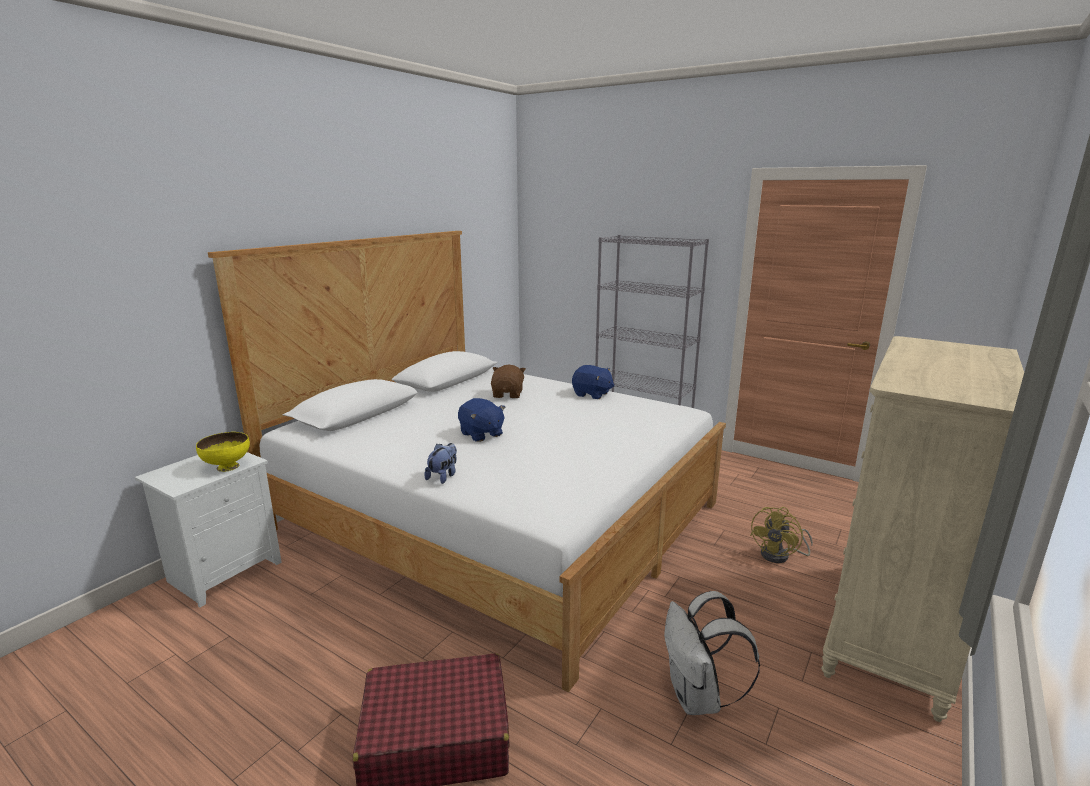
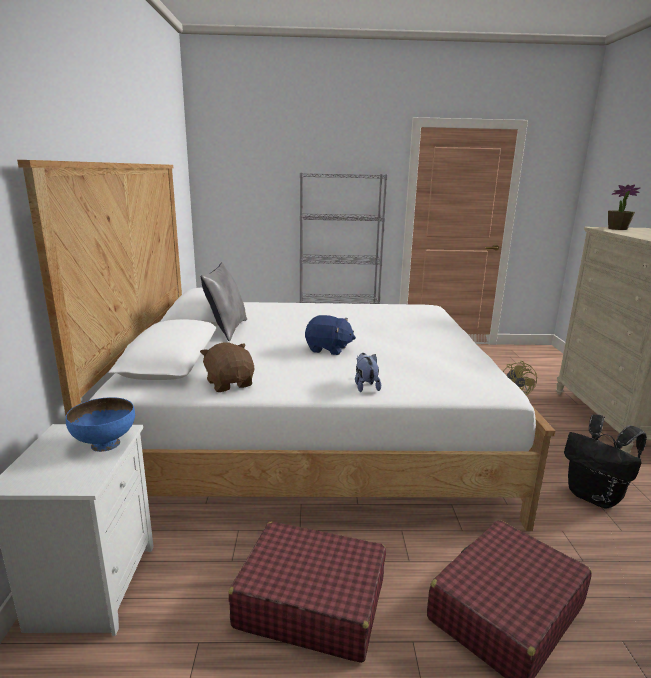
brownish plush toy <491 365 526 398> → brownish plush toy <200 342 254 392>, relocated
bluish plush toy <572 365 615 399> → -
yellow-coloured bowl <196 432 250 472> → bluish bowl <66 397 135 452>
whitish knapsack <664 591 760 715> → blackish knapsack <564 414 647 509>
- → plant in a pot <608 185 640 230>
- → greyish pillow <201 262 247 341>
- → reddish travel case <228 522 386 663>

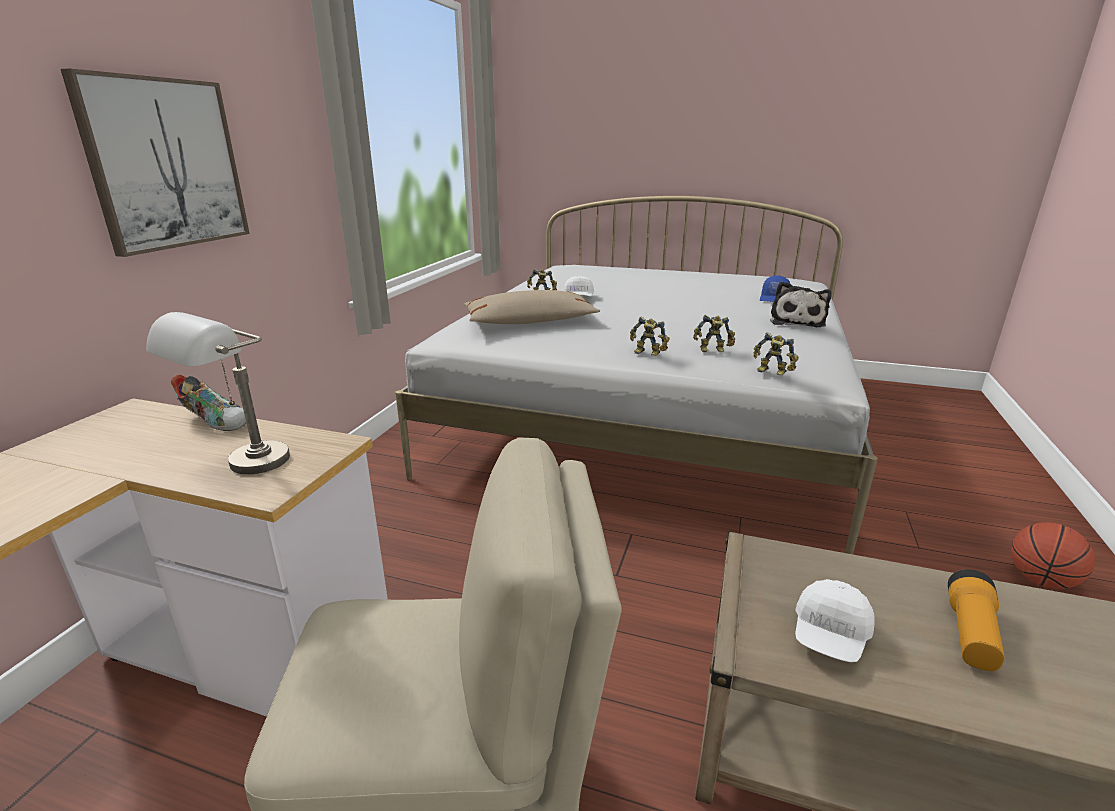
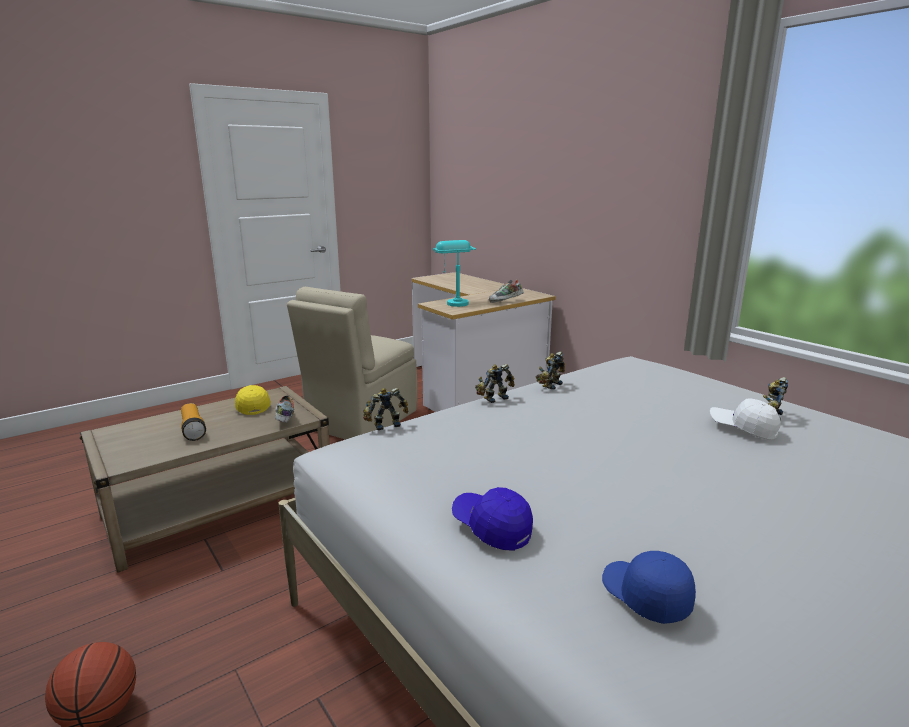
wall picture <61 68 250 257> → -
plush toy <770 281 831 327> → bluish baseball cap <452 487 533 551>
beige pillow <464 290 600 324> → -
greyish tabletop lamp <146 312 290 474> → turquoise tabletop lamp <433 240 476 307>
robot figure <693 315 735 352> → robot figure <536 352 565 390>, relocated
whitish baseball cap <795 579 874 662> → yellow-coloured baseball cap <235 385 271 415>
- → shoe <275 395 294 423>

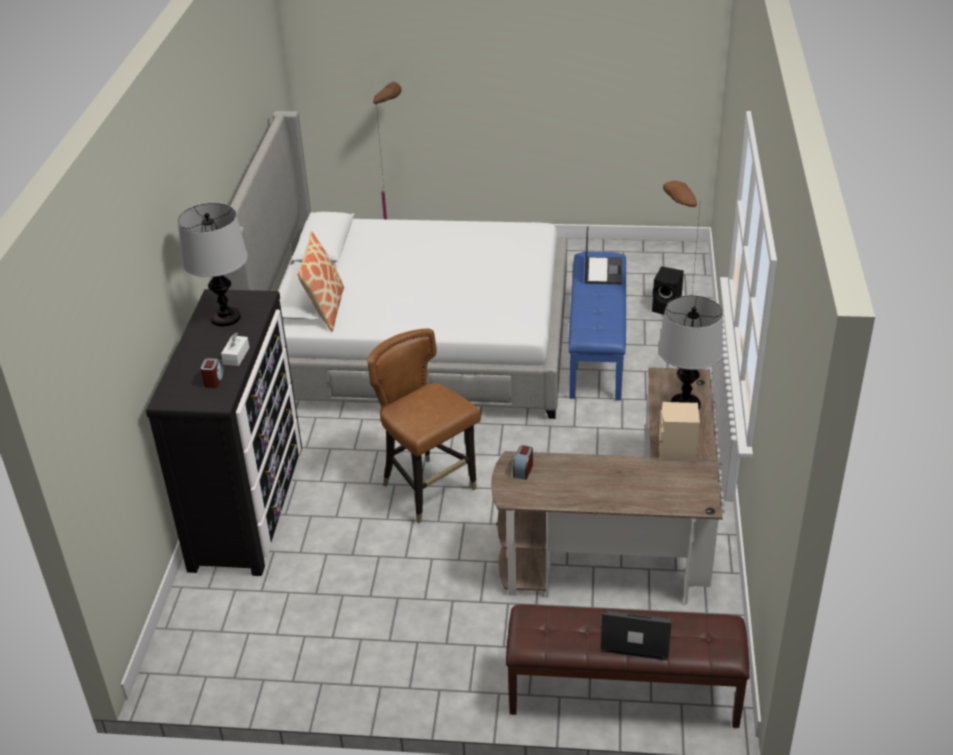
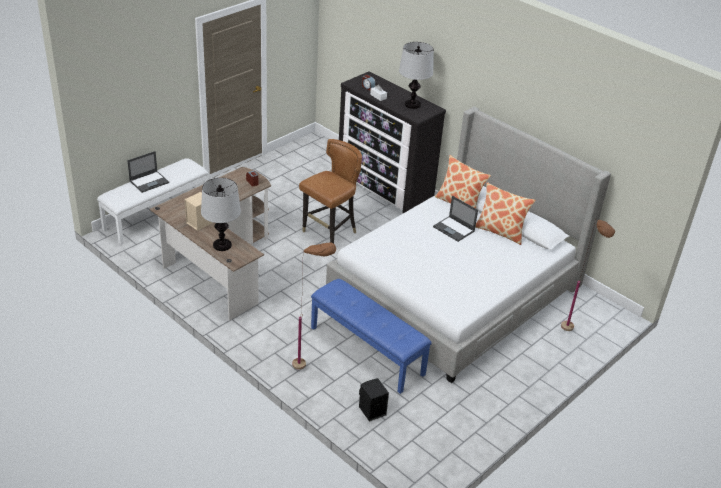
portable computer <585 226 622 284> → portable computer <433 196 478 242>, relocated
brownish chair <368 329 481 523> → brownish chair <299 139 362 243>, 45 degrees counterclockwise
brownish long seat <506 605 750 728> → whitish long seat <97 158 209 245>
- → pillow <475 182 536 245>

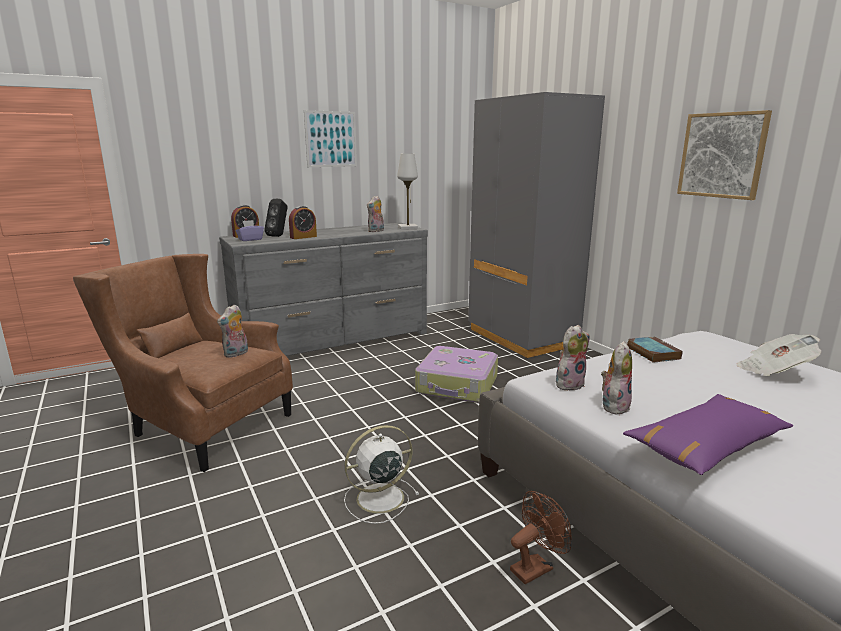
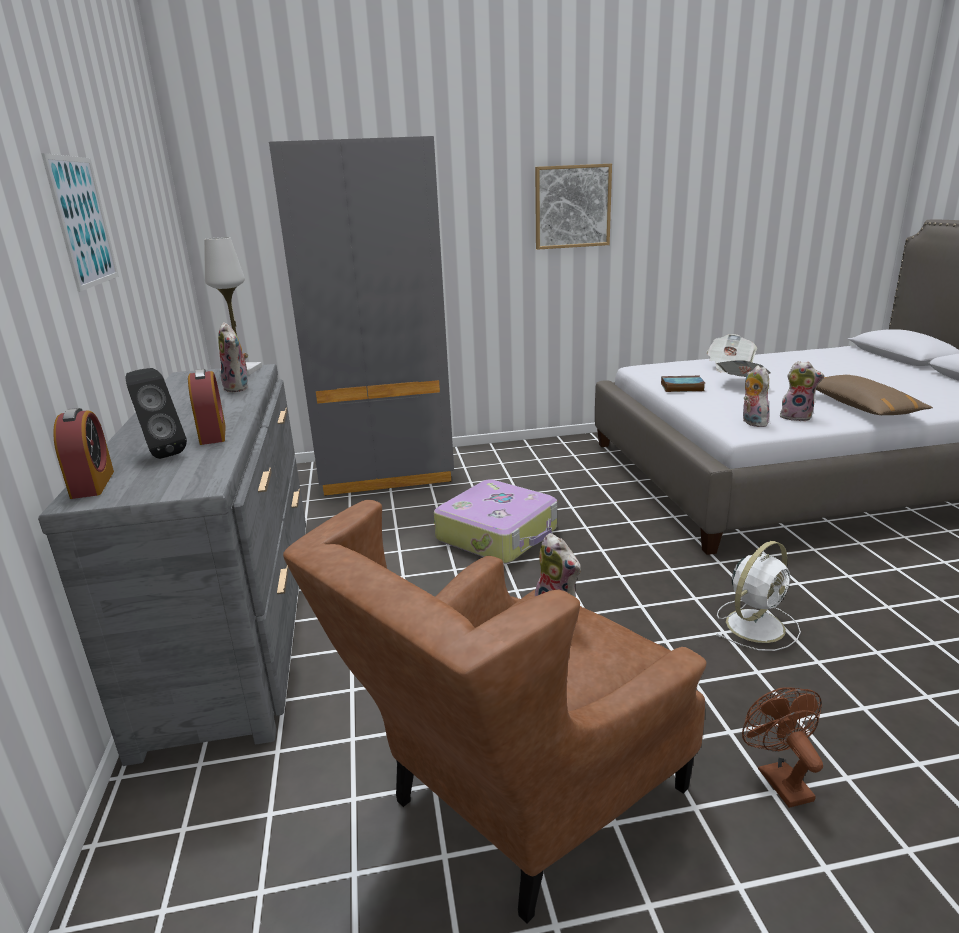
purplish tissue holder <236 220 264 241> → -
plush toy <601 341 632 414> → plush toy <780 361 824 421>, 150 degrees clockwise
purplish pillow <623 394 793 475> → brownish pillow <816 375 933 415>
whitish fan <344 425 419 524> → whitish fan <716 541 801 651>, 120 degrees counterclockwise
brownish fan <510 491 572 585> → brownish fan <742 687 823 808>, relocated
- → daily paper <717 360 771 377>

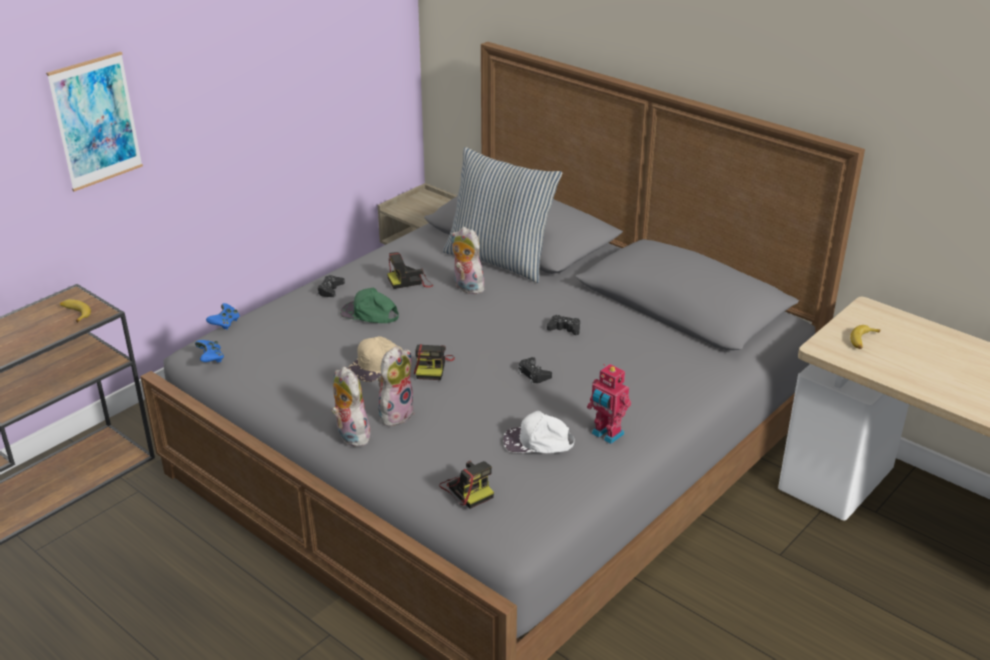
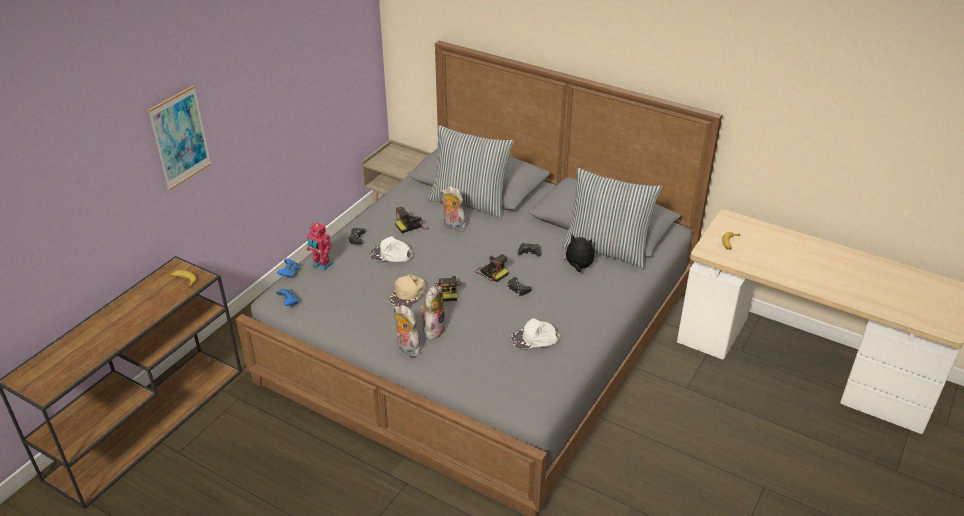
greenish baseball cap <340 287 399 323> → whitish baseball cap <370 236 413 262>
robot figure <587 364 631 444> → robot figure <306 222 333 271>, relocated
still camera <439 460 494 509> → still camera <475 254 509 282>, relocated
- → pillow <562 168 662 269>
- → plush toy <561 235 594 272>

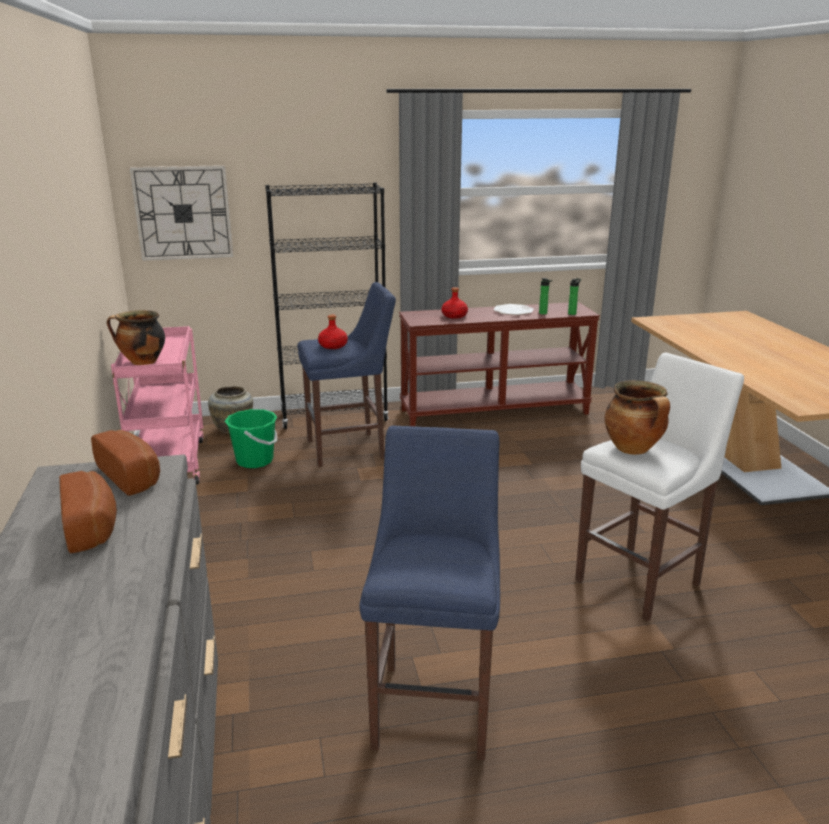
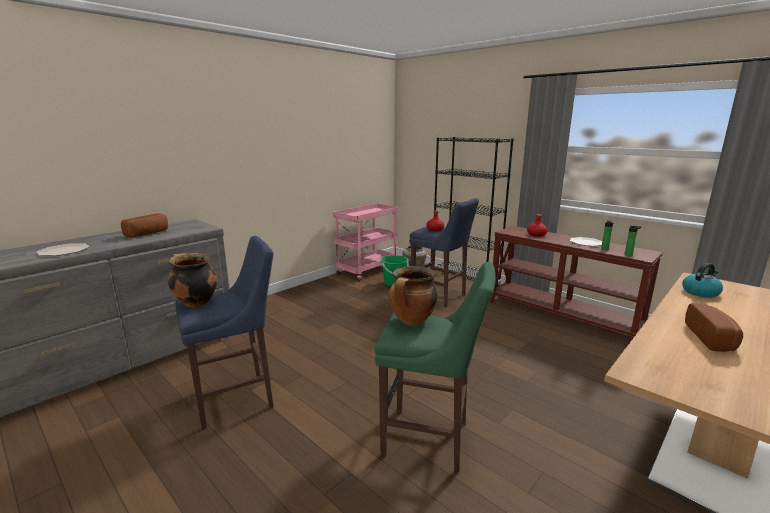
hanging clock <129 165 234 261> → -
cooking pot <107 310 165 365> → cooking pot <168 253 218 307>, relocated
whitish sitting stool <575 353 744 622> → greenish sitting stool <375 262 495 473>
bakery bread <91 430 160 496> → bakery bread <685 303 743 352>, relocated
- → flat dish <36 243 90 256>
- → water kettle <682 263 723 298>

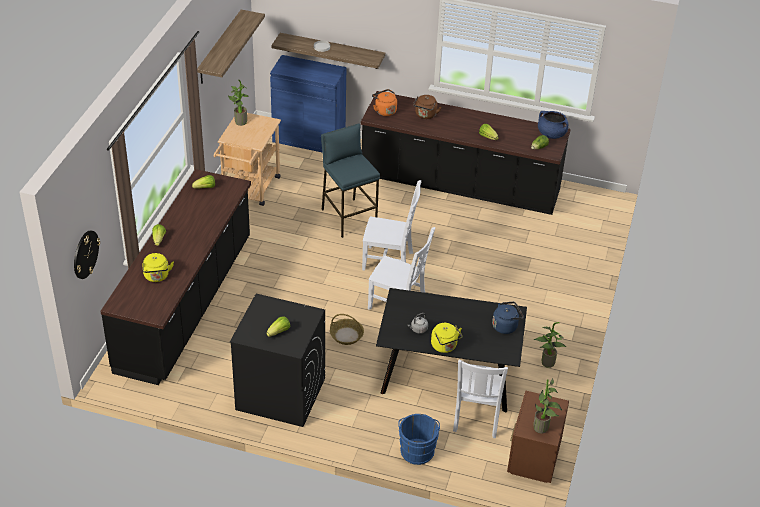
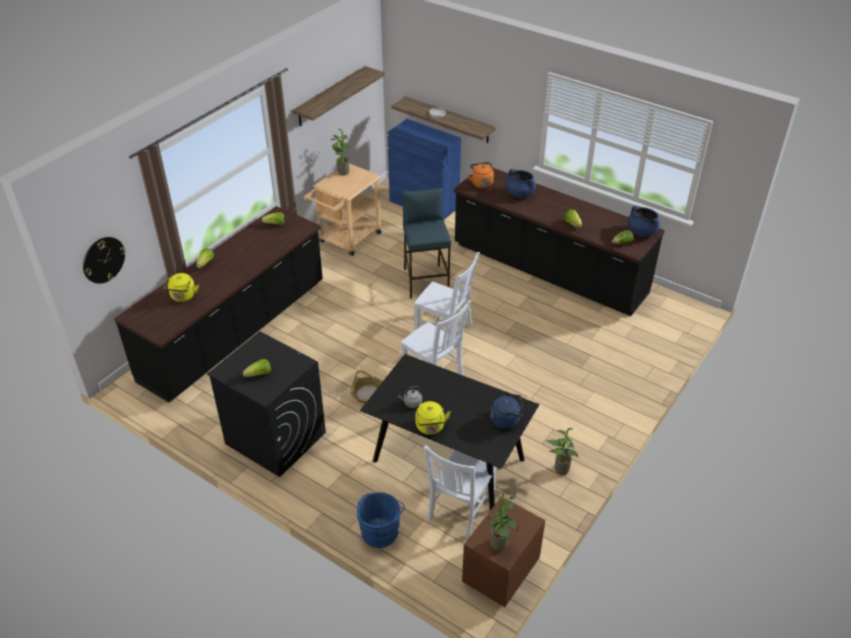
brownish water kettle <413 95 441 119> → bluish cooking pot <505 169 536 198>

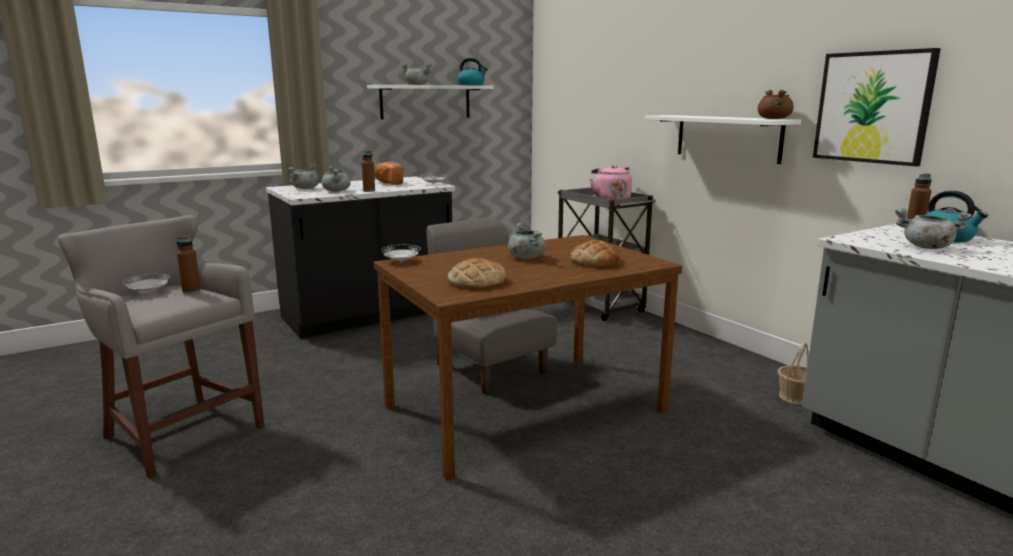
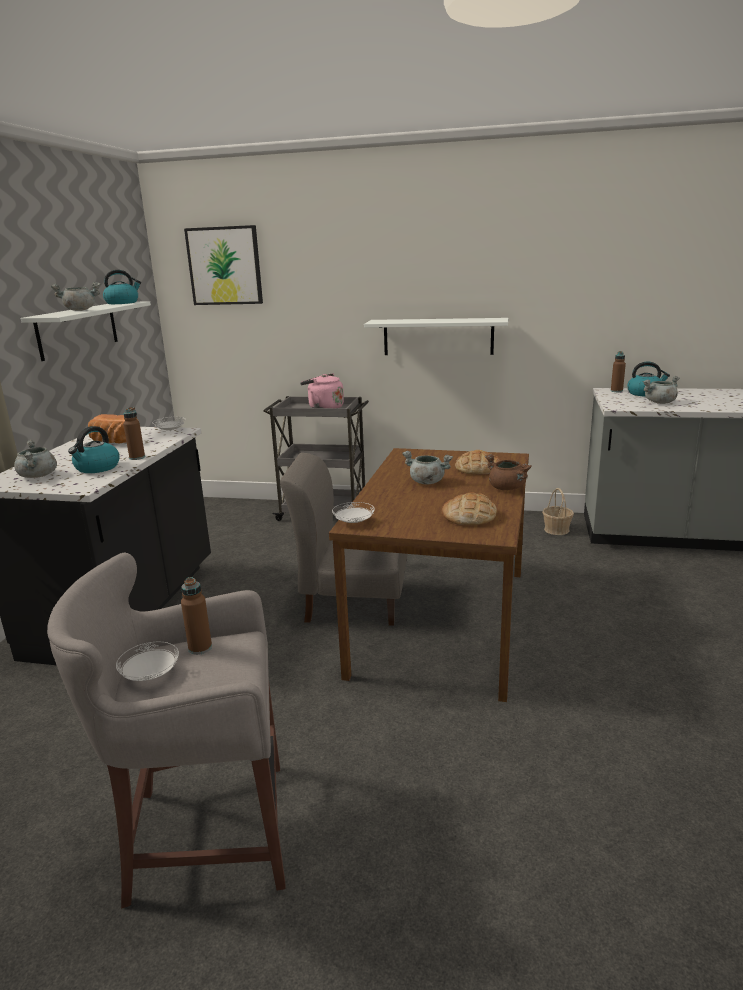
wall picture <813 48 941 166> → wall picture <184 225 263 305>, relocated
brownish cooking pot <757 90 794 119> → brownish cooking pot <485 454 532 490>, relocated
greyish cooking pot <322 166 351 191> → water kettle <68 426 120 473>

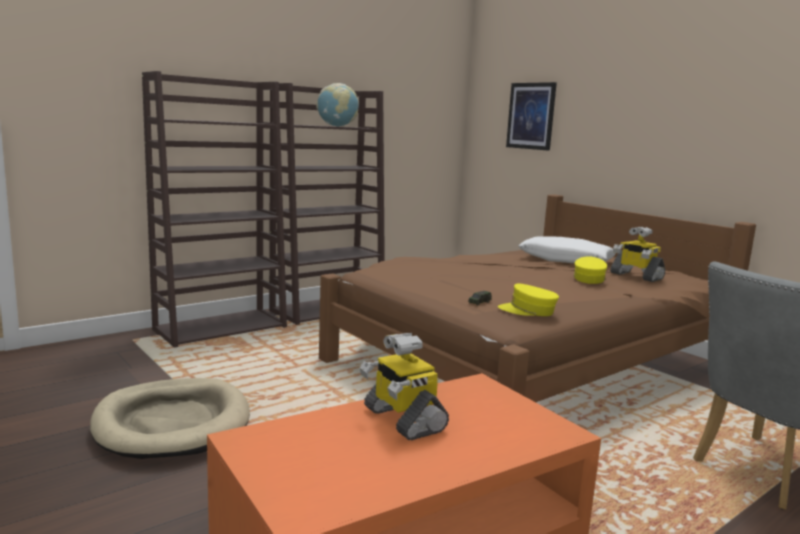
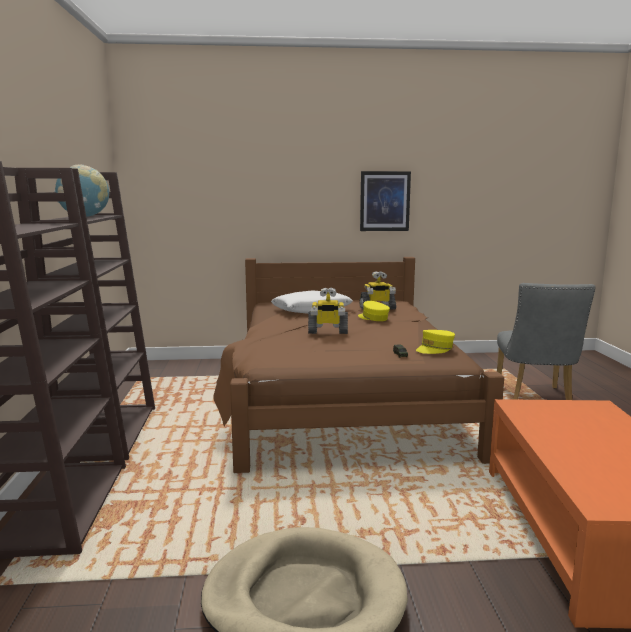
wall picture <506 82 557 151> → wall picture <360 171 411 231>, relocated
robot figure <360 333 449 440> → robot figure <308 287 348 334>, relocated

